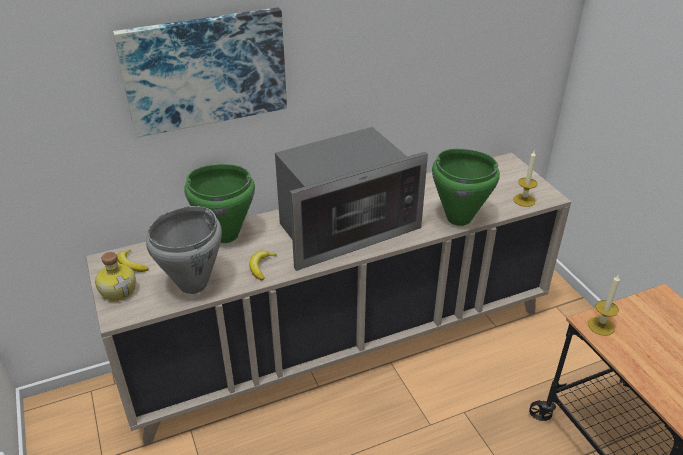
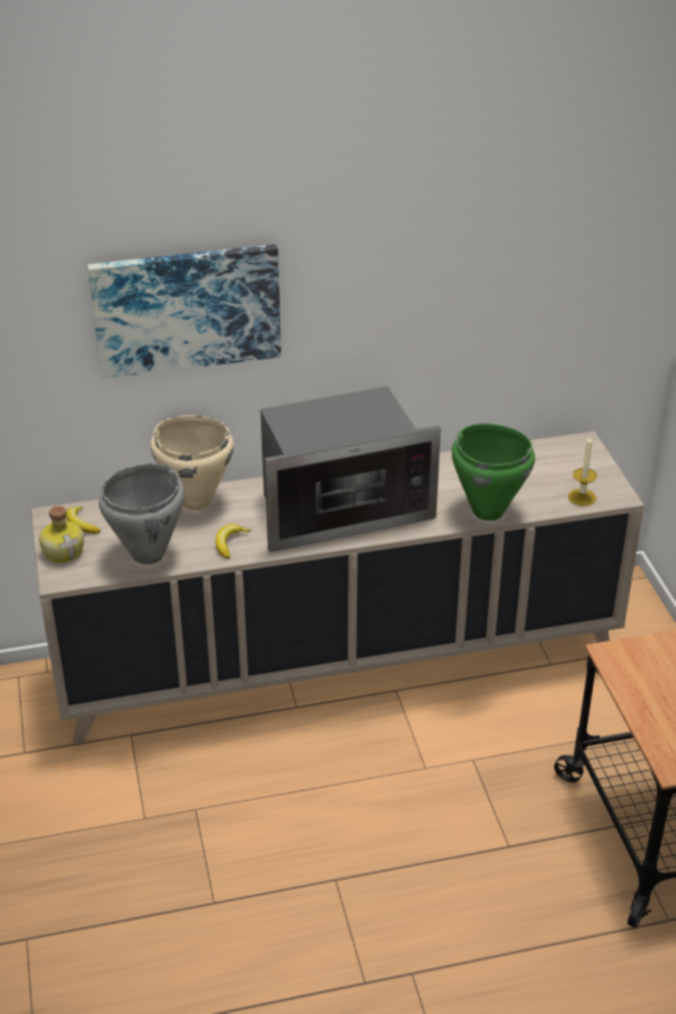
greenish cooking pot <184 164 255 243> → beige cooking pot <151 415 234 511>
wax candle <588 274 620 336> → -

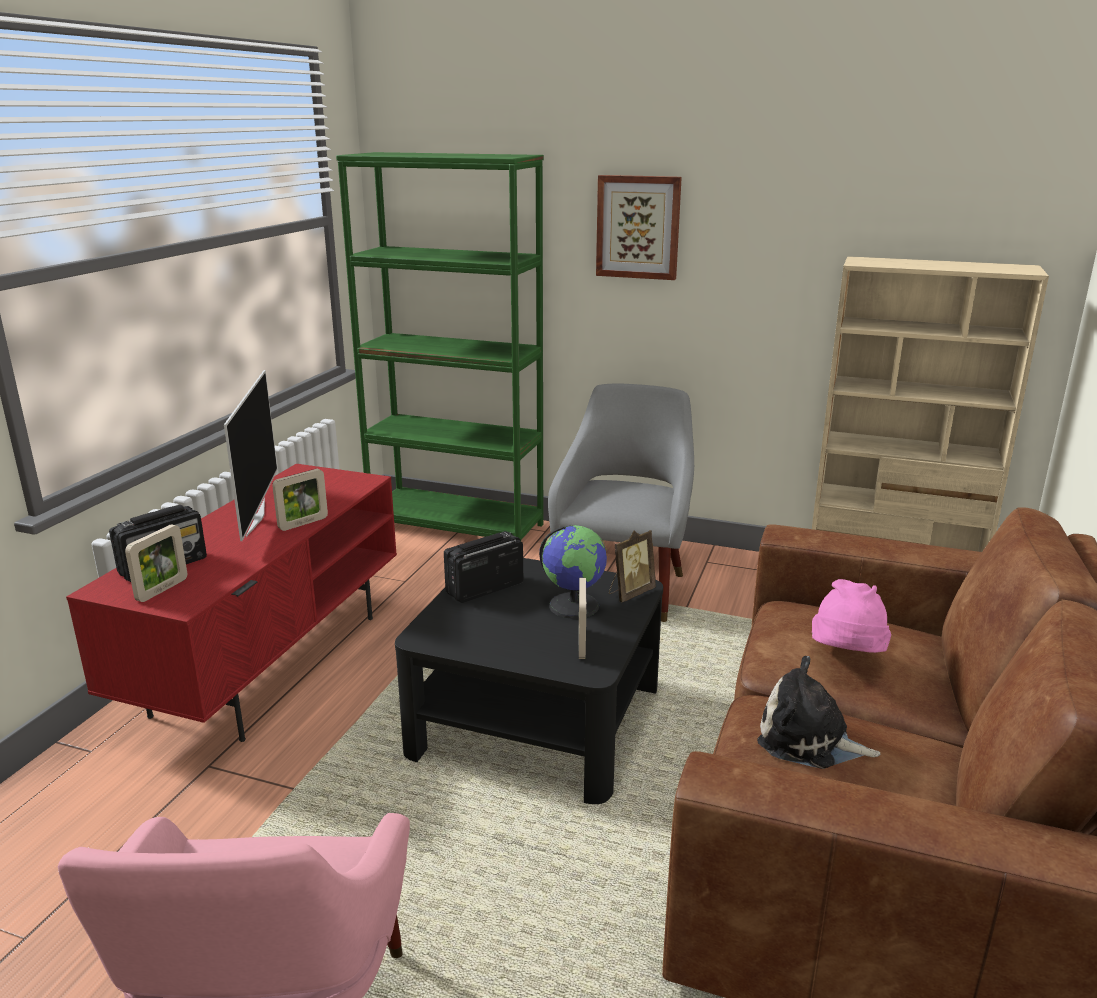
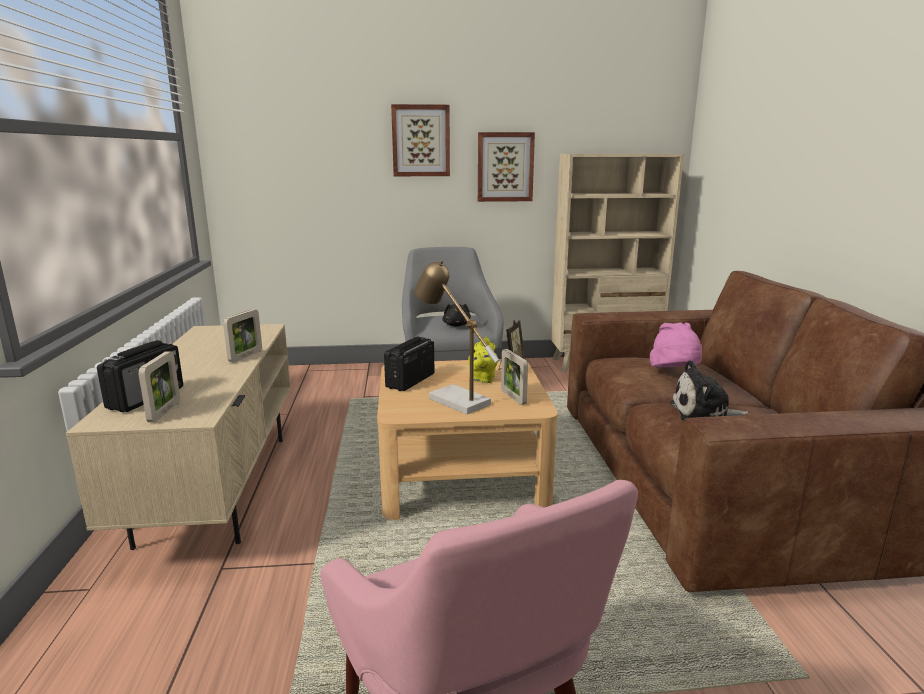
greenish bookshelf <336 152 544 540> → -
TV <224 370 278 541> → -
reddish tv stand <66 464 397 742> → beige tv stand <66 324 291 550>
world globe <539 525 607 619> → yellow-coloured tea pot <468 336 498 383>
blackish coffee table <395 558 663 804> → beige coffee table <377 359 558 520>
- → wall picture <478 132 535 202>
- → tabletop lamp <414 260 499 414>
- → blackish plush toy <442 304 471 326>

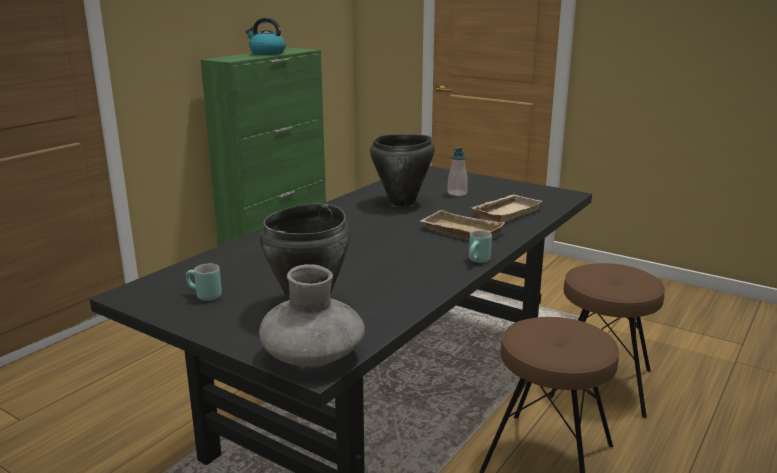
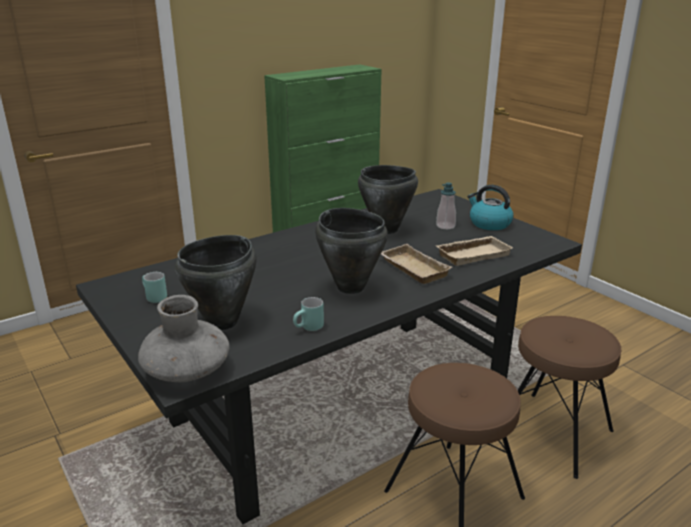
water kettle <246 18 286 55> → water kettle <467 185 513 230>, relocated
turquoise mug <469 230 492 263> → turquoise mug <293 297 324 331>, relocated
- → blackish cooking pot <315 208 388 294>

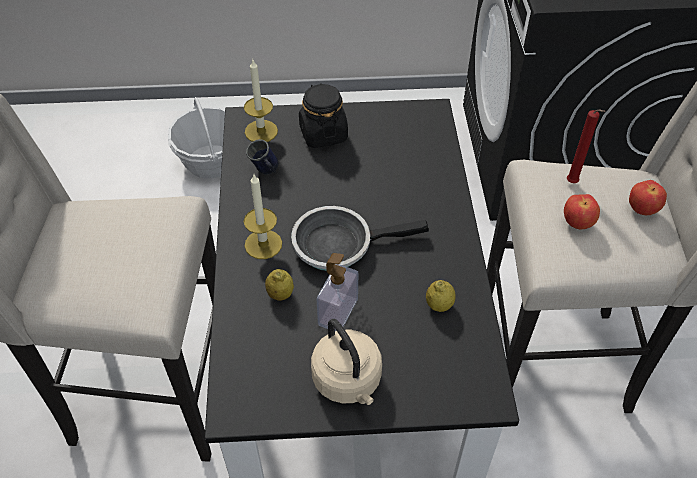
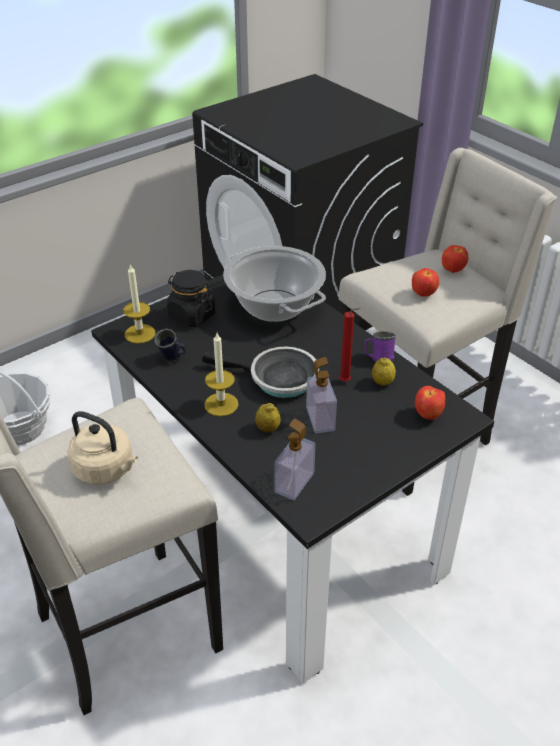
reddish wax candle <567 109 606 183> → reddish wax candle <339 308 360 382>, relocated
pan <291 206 429 271> → pan <202 347 319 398>, 120 degrees counterclockwise
beige water kettle <311 319 382 405> → beige water kettle <67 411 138 485>, relocated
- → cooking pot <223 246 326 322>
- → purplish mug <365 331 396 362>
- → apple <415 386 445 420>
- → soap bottle <274 419 315 500>

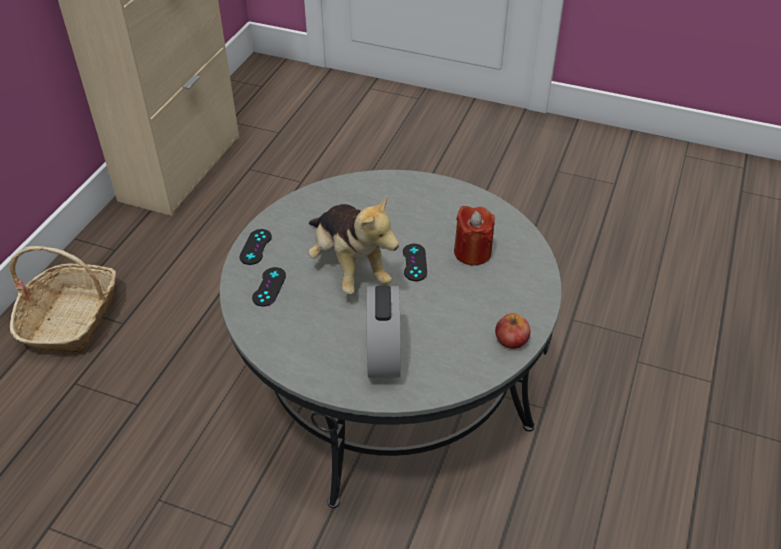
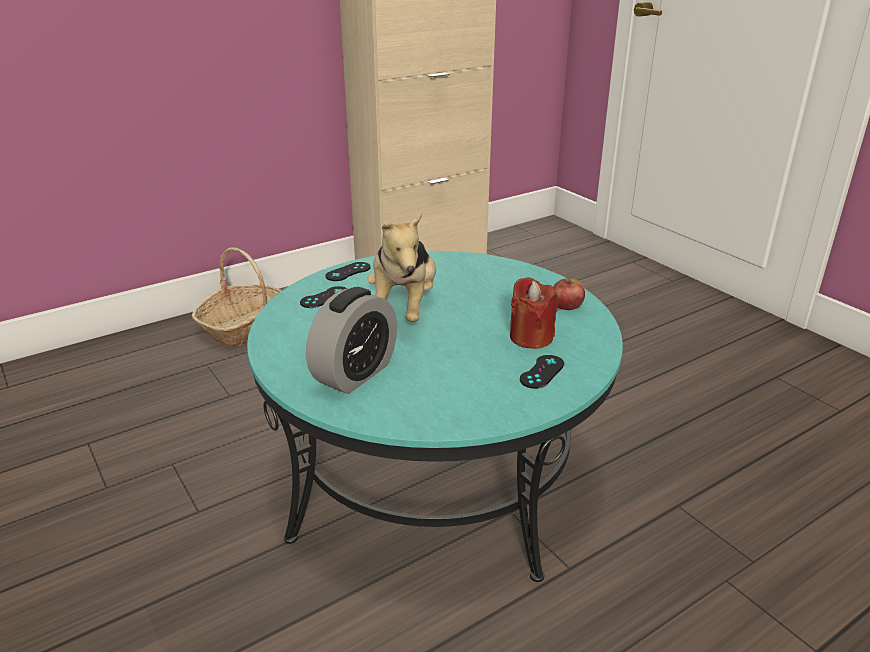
greyish coffee table <220 170 562 508> → turquoise coffee table <247 251 623 582>
blackish game controller <403 244 427 281> → blackish game controller <520 355 564 389>, relocated
apple <495 313 530 349> → apple <553 276 585 310>, relocated

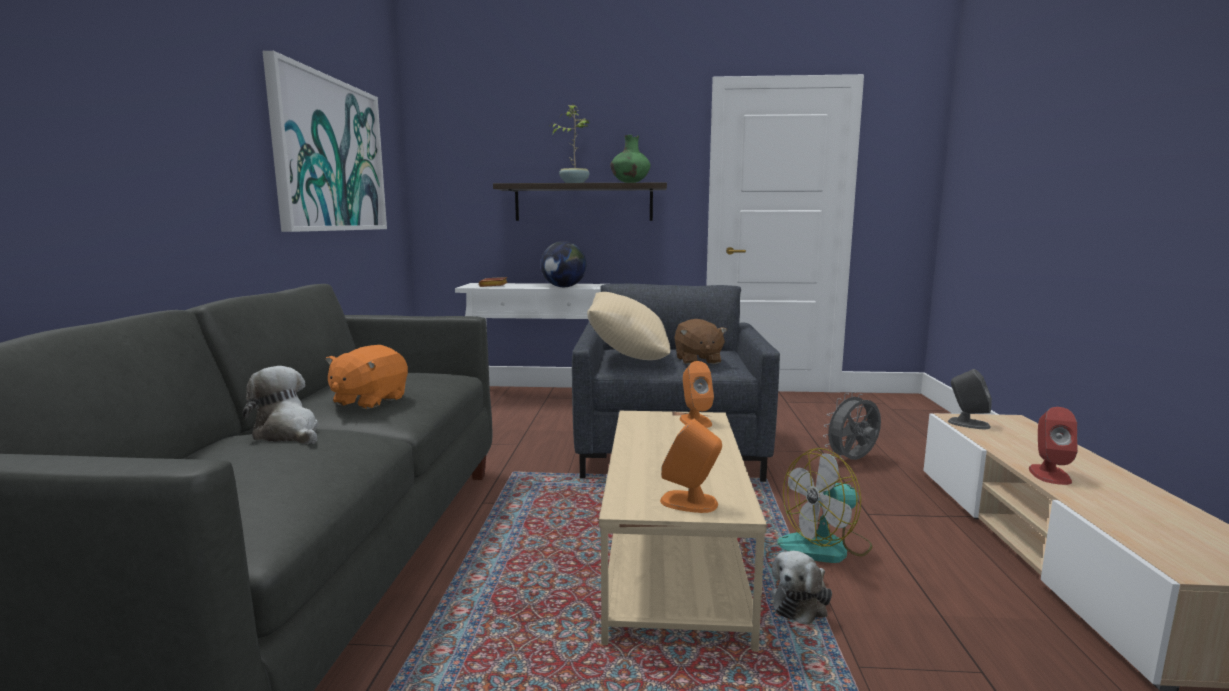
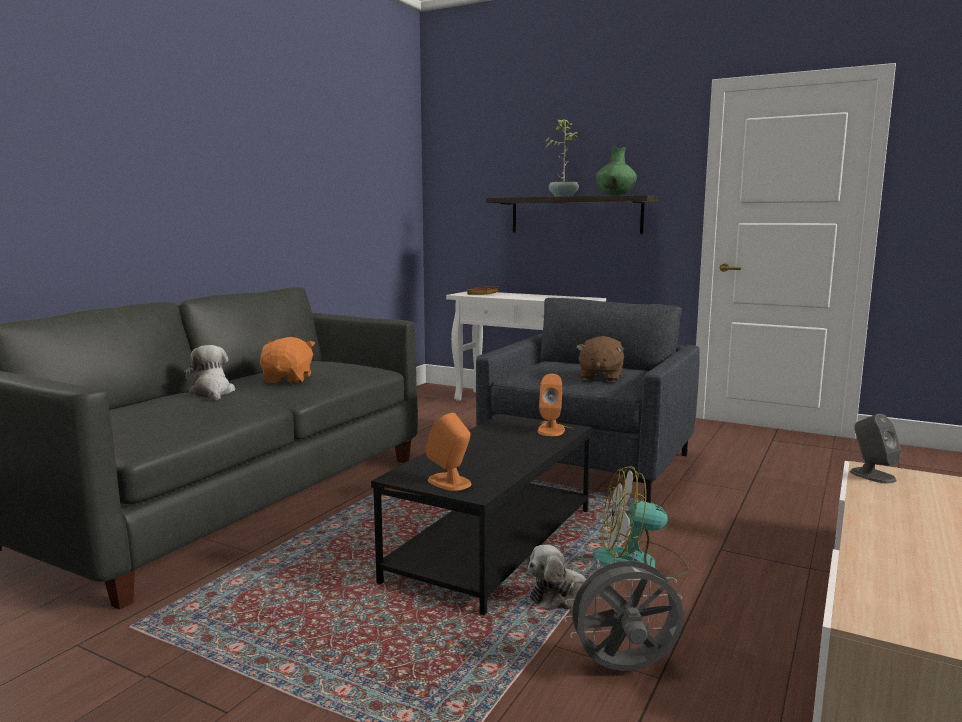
wall picture <262 51 387 232> → -
world globe <541 241 586 287> → -
beige pillow <587 292 670 360> → -
orangey plush toy <325 345 408 409> → orangey plush toy <260 337 315 383>, 135 degrees clockwise
greyish fan <823 392 881 460> → greyish fan <564 552 684 671>, relocated
reddish speaker <1029 407 1078 485> → -
beige coffee table <599 411 767 652> → blackish coffee table <371 414 592 616>

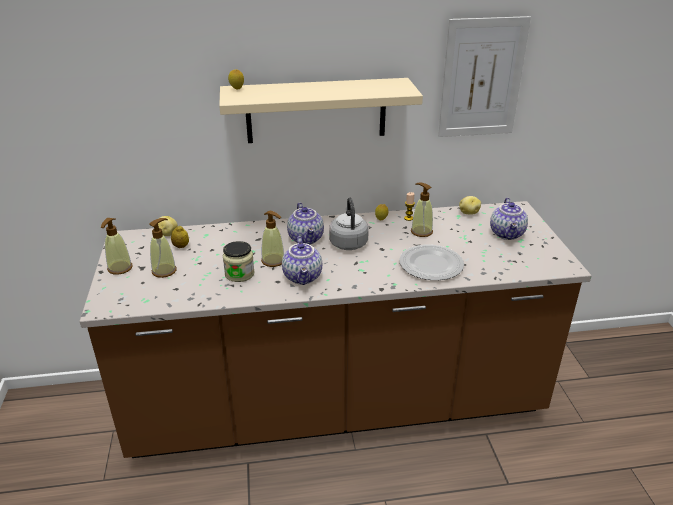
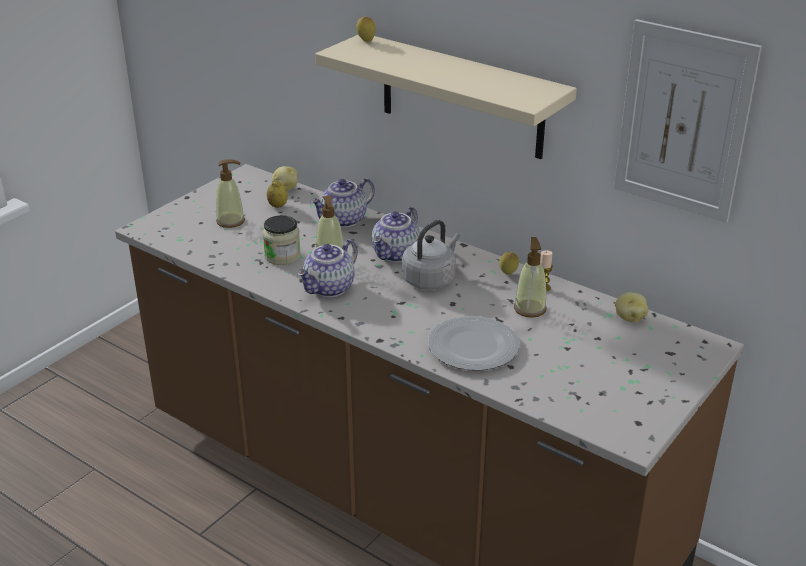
tea pot <490 198 528 240> → tea pot <310 178 375 228>, relocated
soap bottle <101 218 132 275> → -

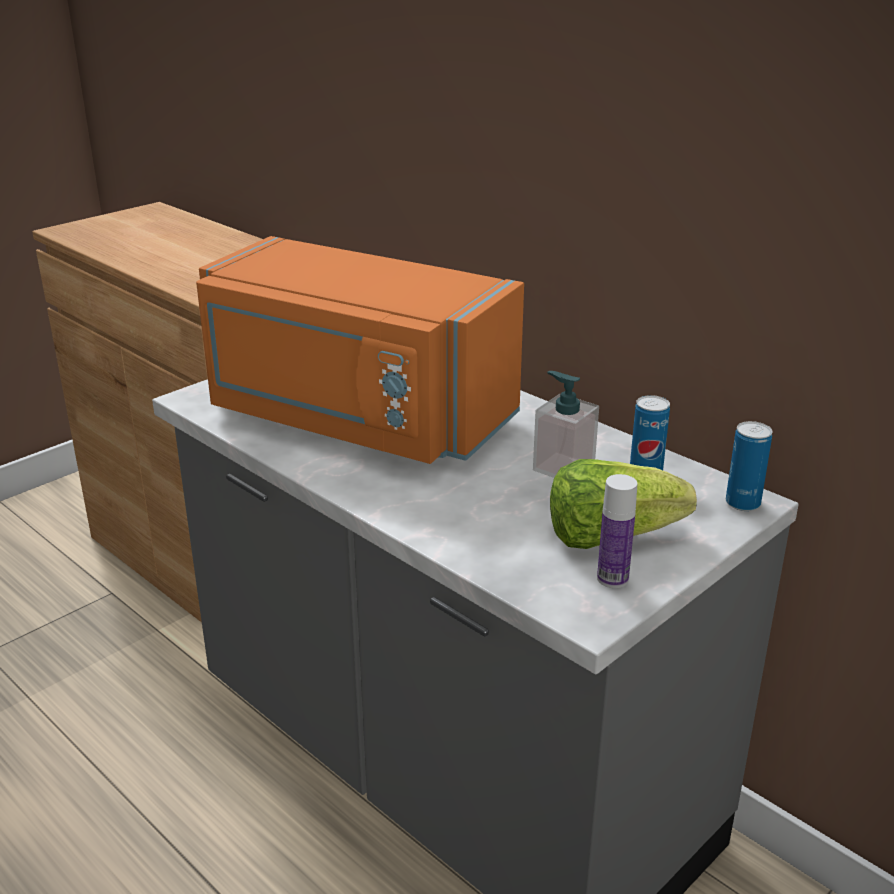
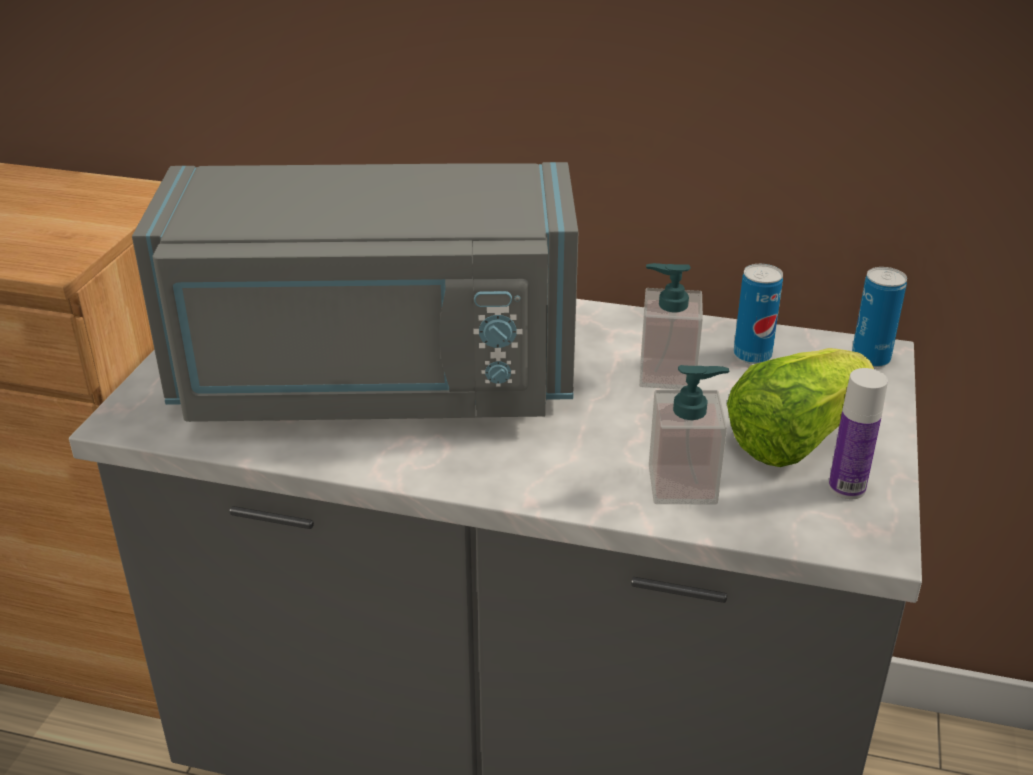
orangey kitchen microwave <196 236 524 464> → greyish kitchen microwave <132 162 578 422>
- → soap bottle <649 365 729 505>

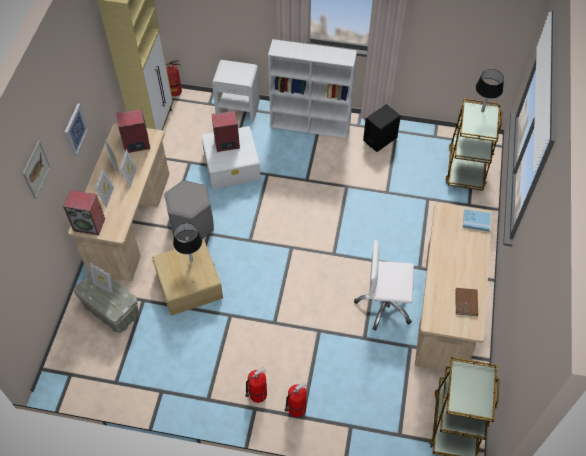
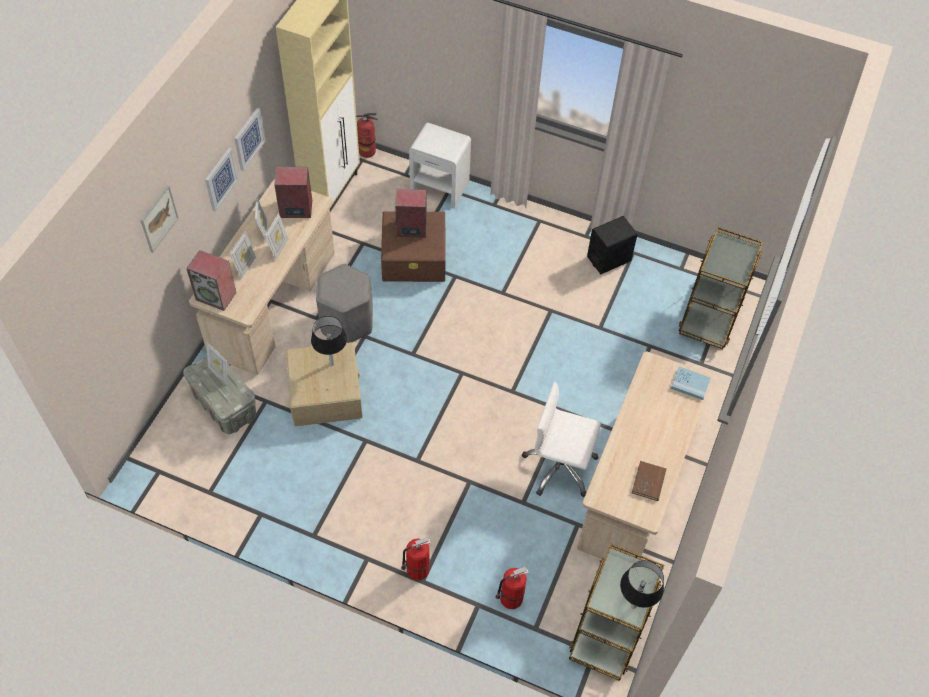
whitish bookshelf <268 39 357 139> → -
blackish tabletop lamp <476 69 504 112> → blackish tabletop lamp <620 560 664 609>, relocated
whitish storage bin <201 126 260 189> → brownish storage bin <381 211 446 282>
extinguisher <245 367 267 403> → extinguisher <495 566 529 609>, relocated
- → wall picture <234 108 266 171>

